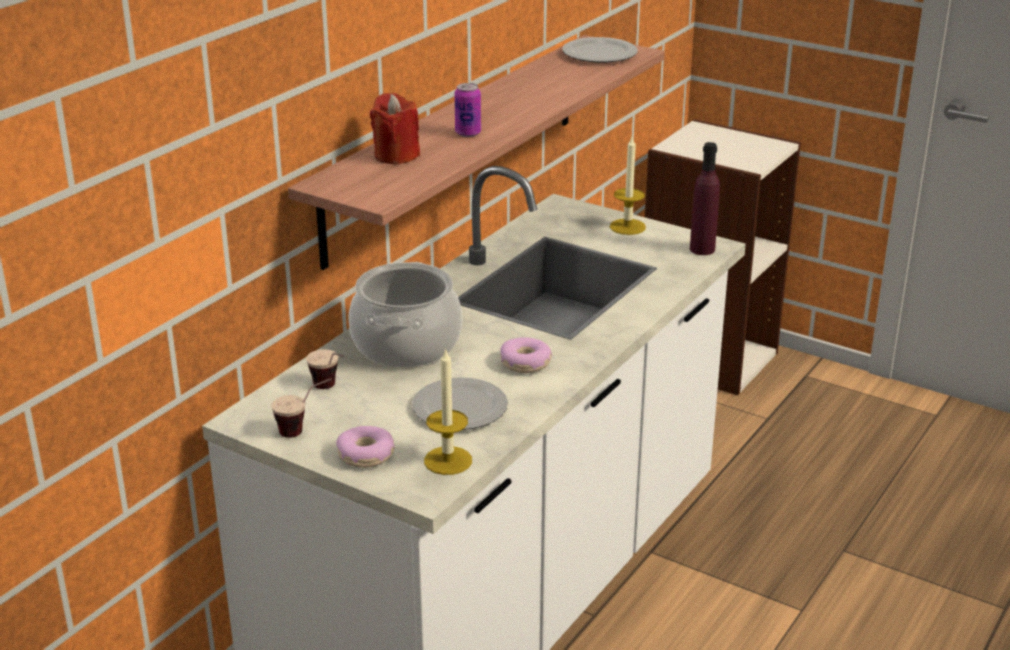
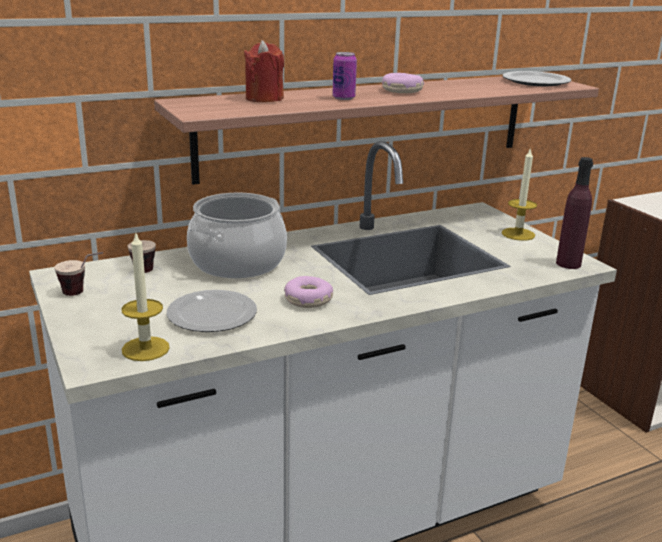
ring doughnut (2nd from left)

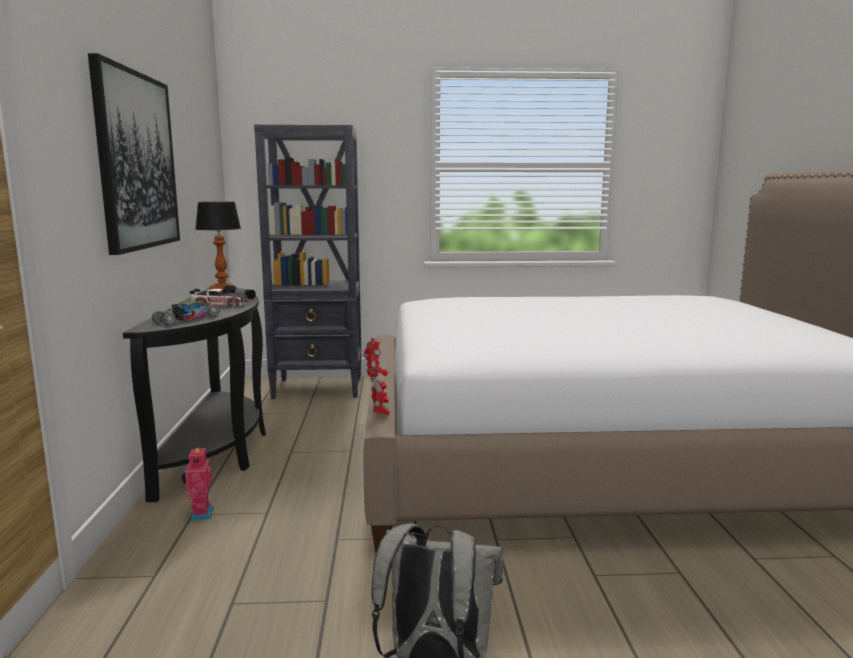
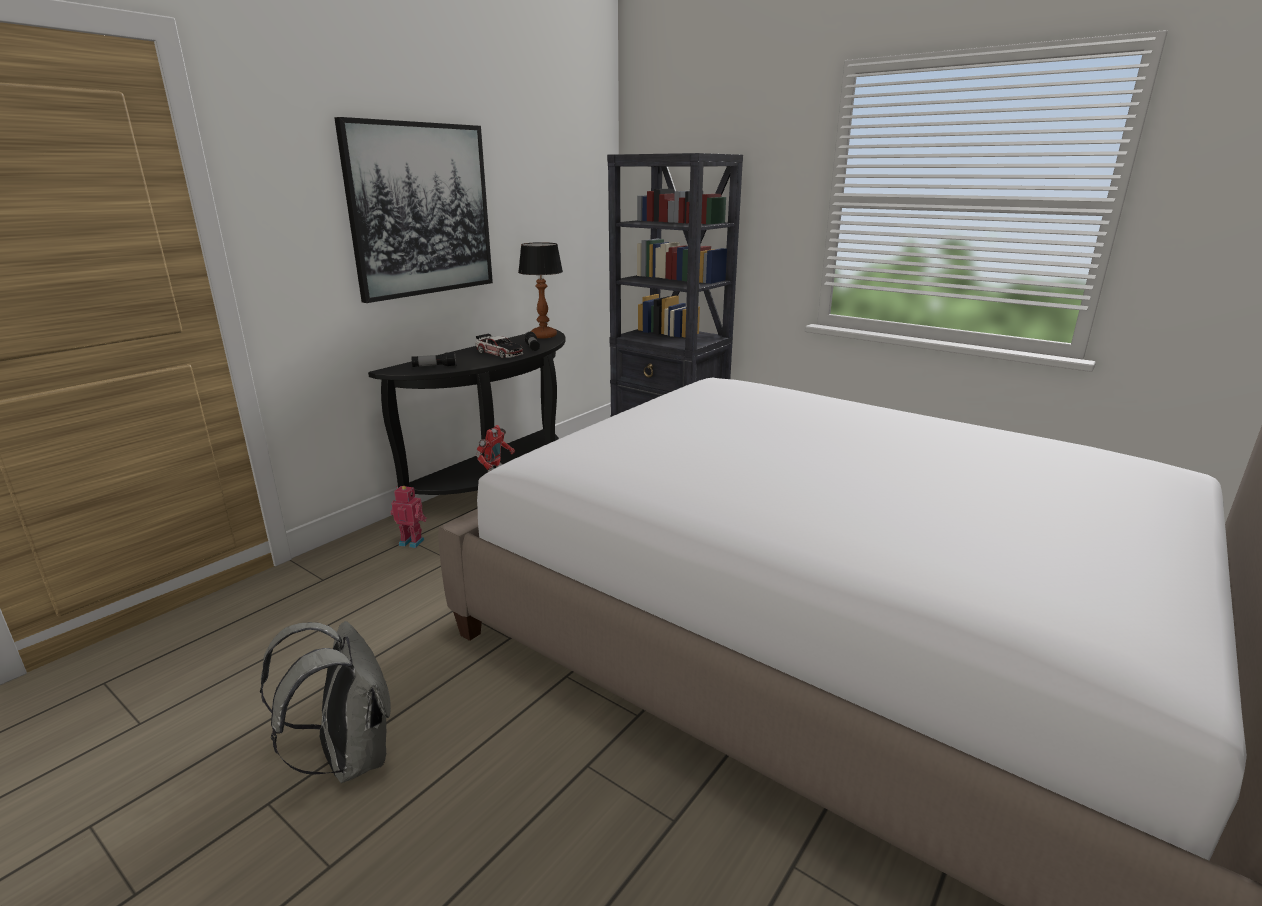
flashlight (1st from left); robot figure (1st from left)

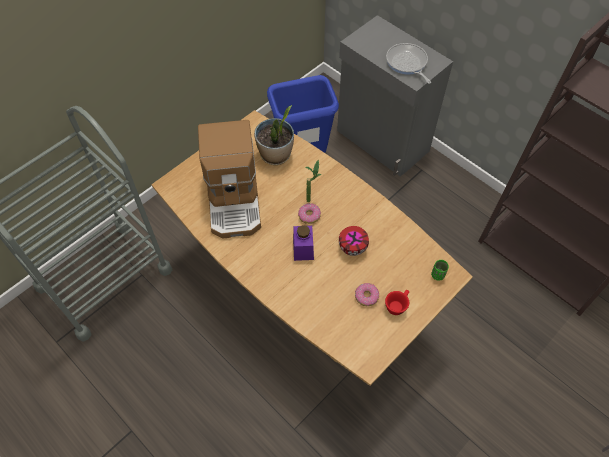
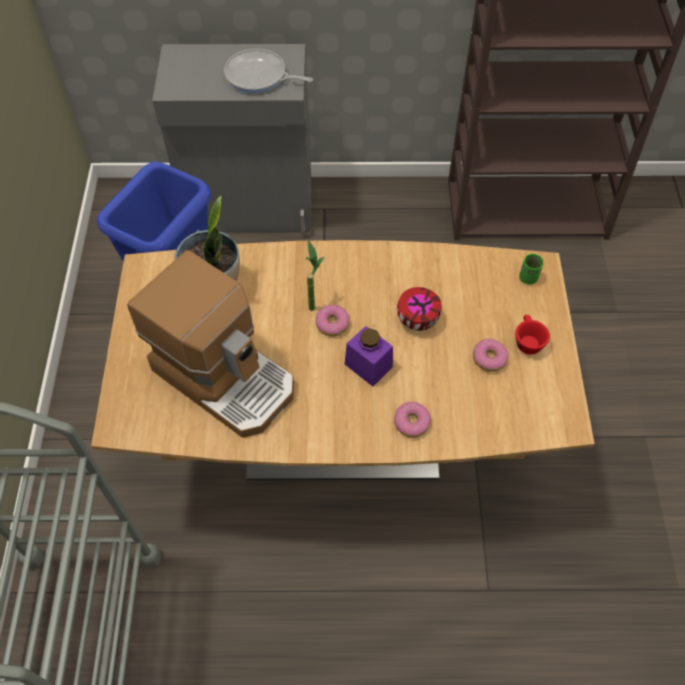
ring doughnut (2nd from left)

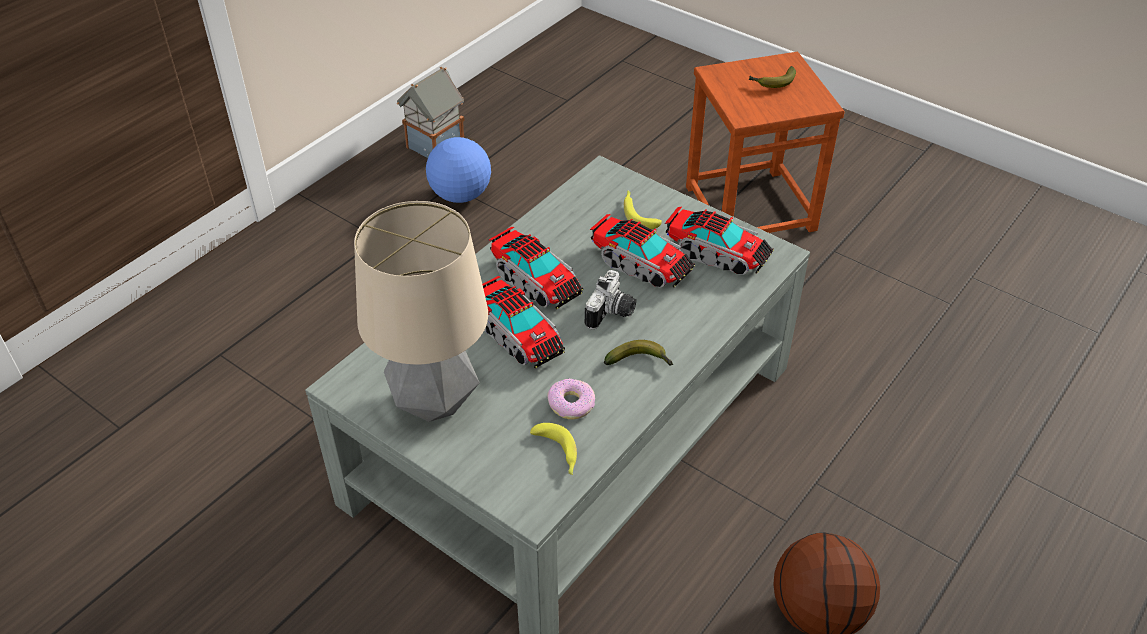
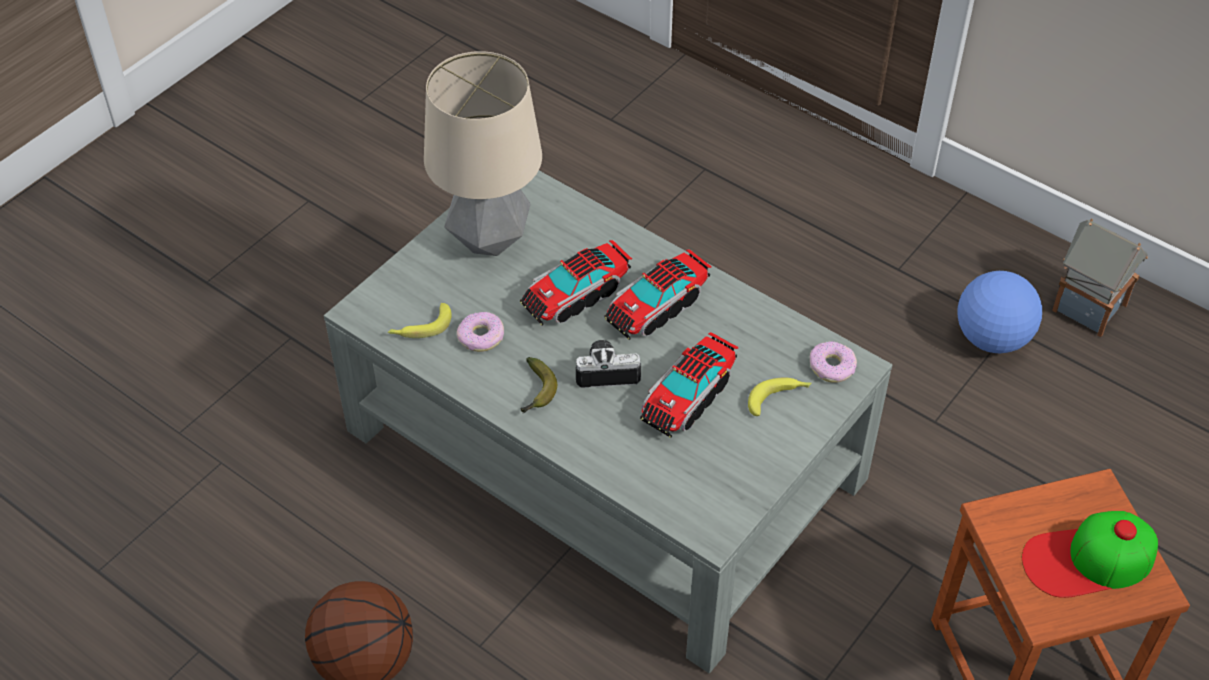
photo camera; toy lorry (4th from left in the first image); cap; ring doughnut (2nd from left)

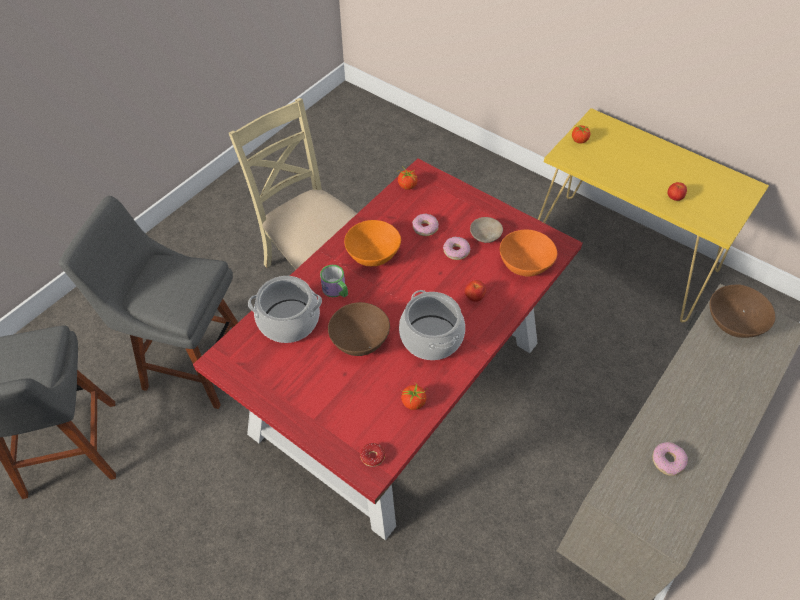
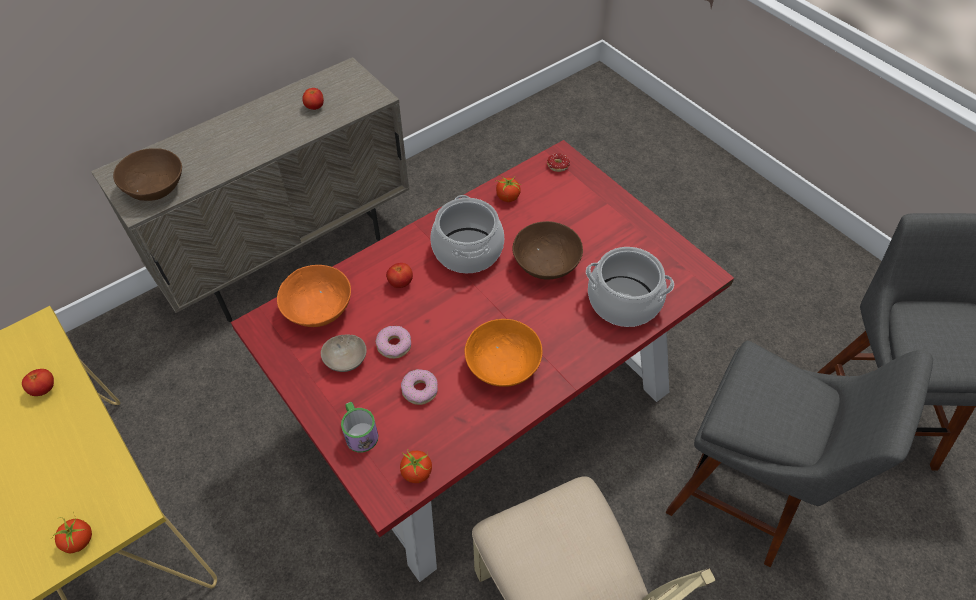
coffee mug; whole tomato (3rd from left)

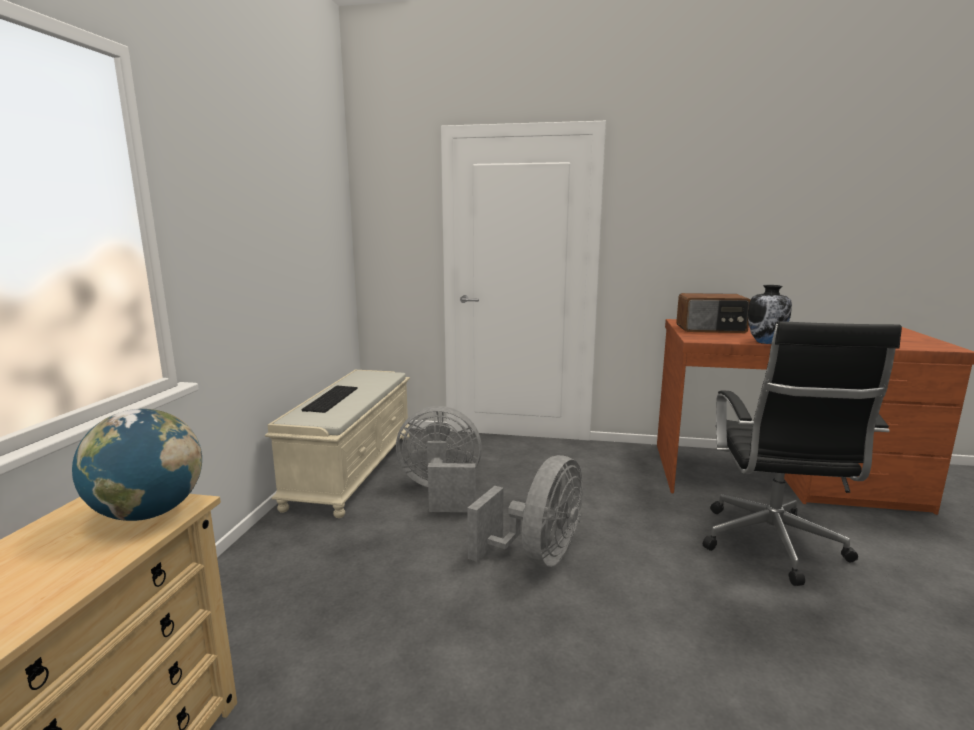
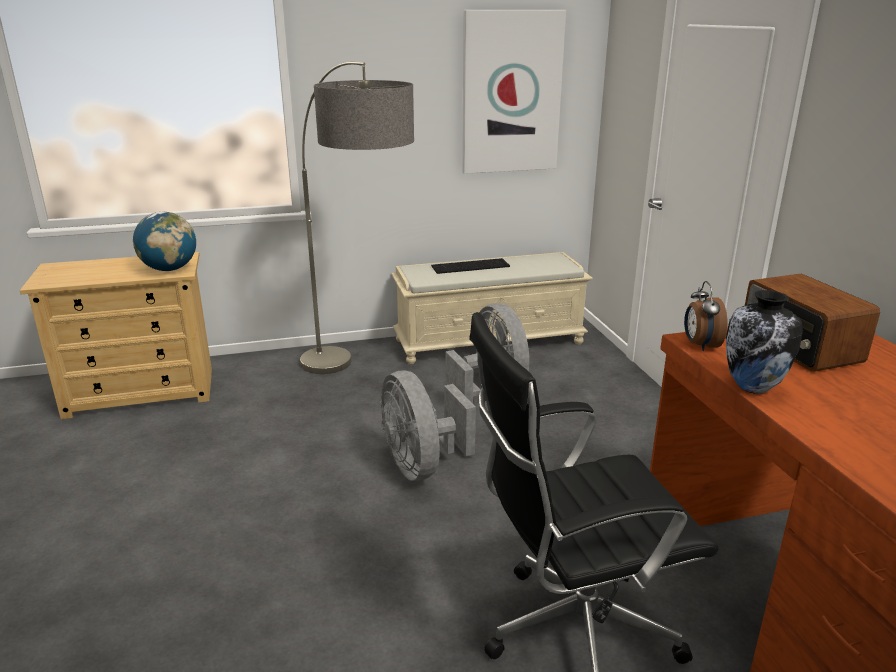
greyish cooling fan (1st from left); floor lamp; wall picture; alarm clock

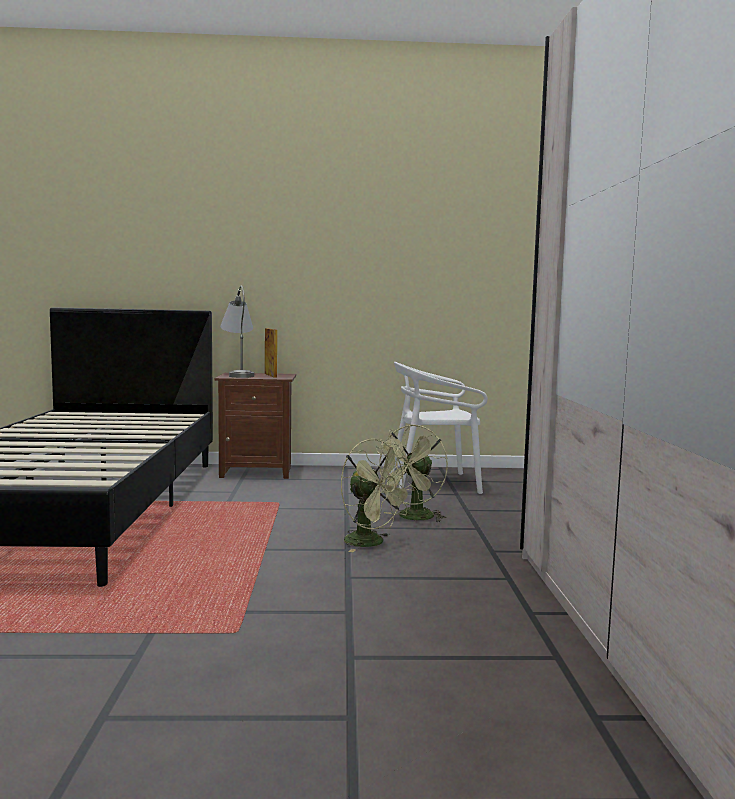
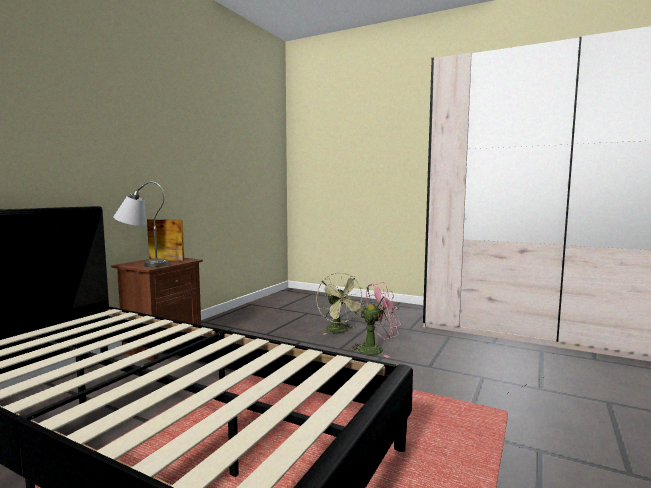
pink-coloured cooling fan; whitish upright chair

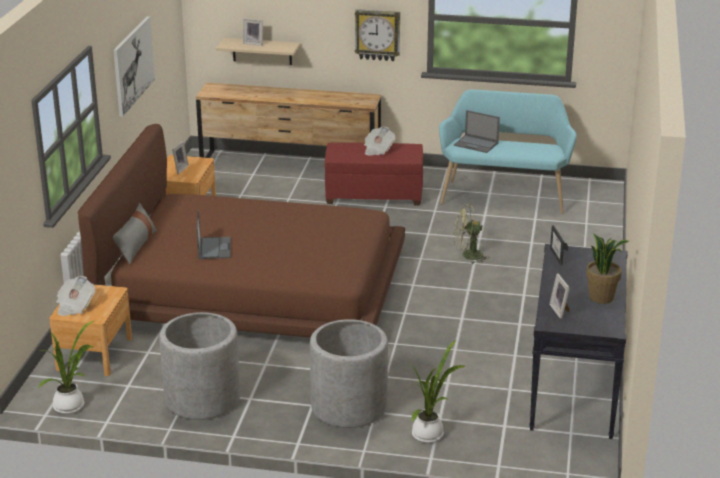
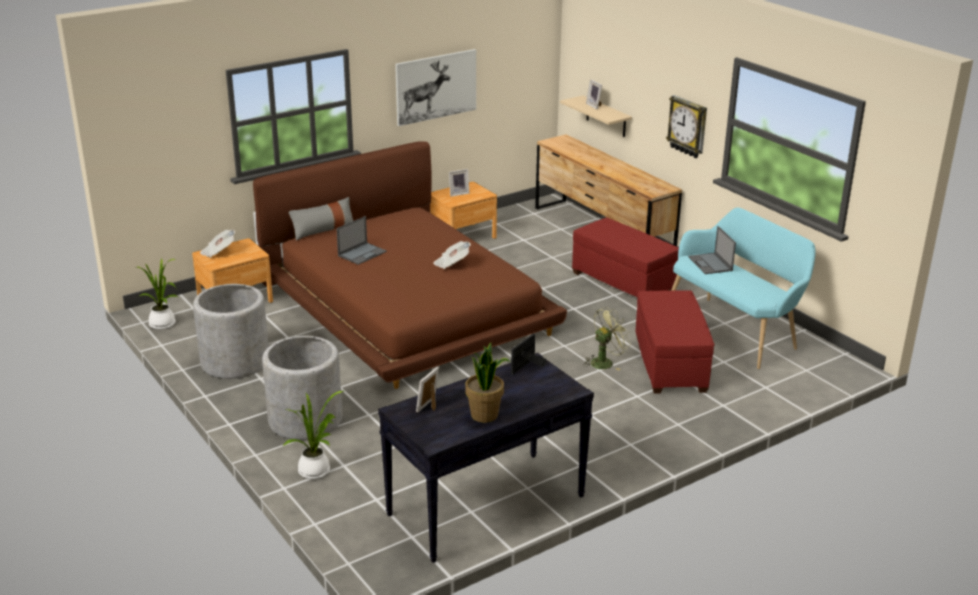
daily paper (2nd from left); greenish cooling fan; red ottoman (2nd from left)

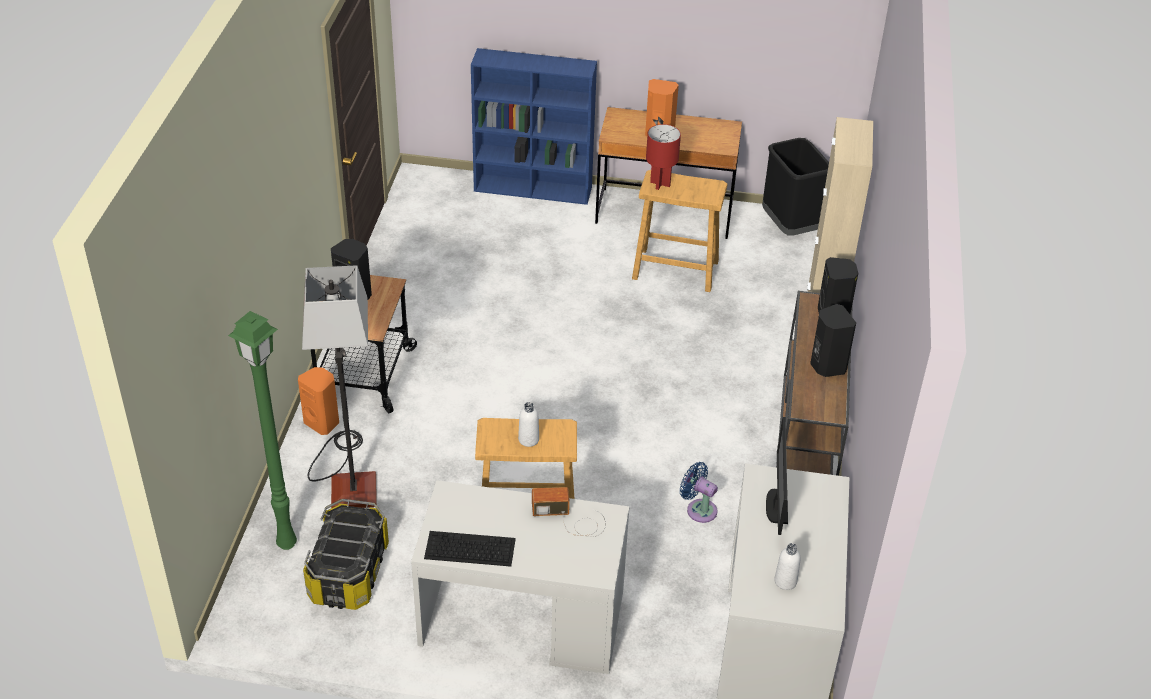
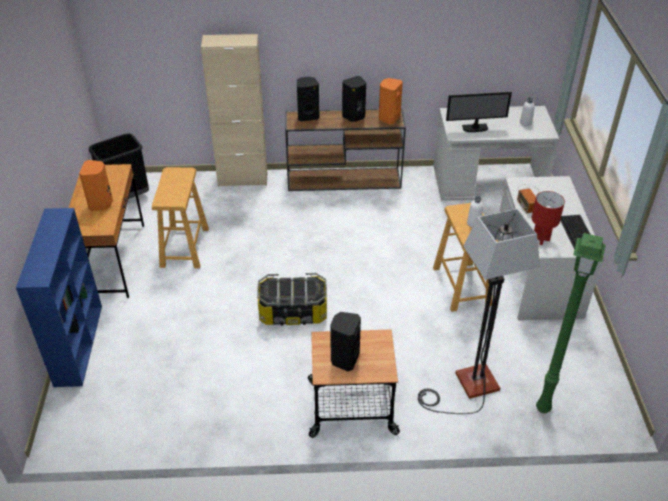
orangey speaker (2nd from left); storage container; red table lamp; blue-coloured cooling fan

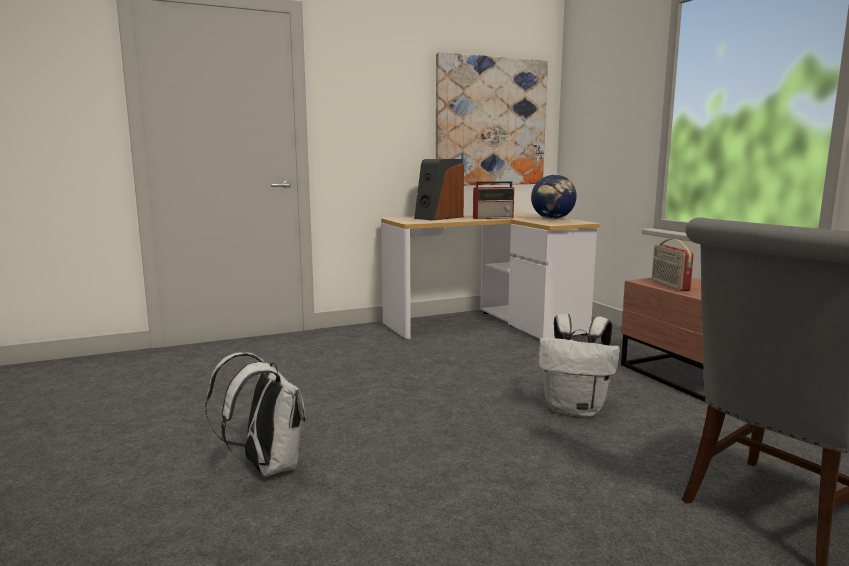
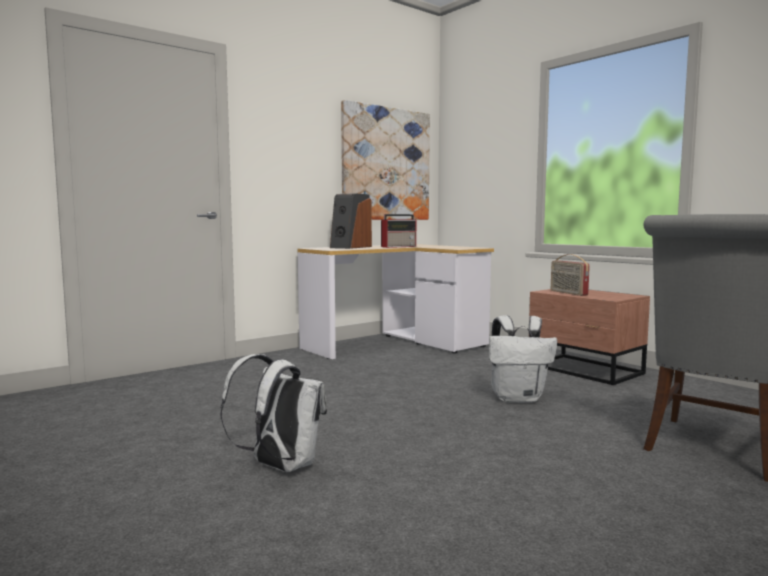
world globe

